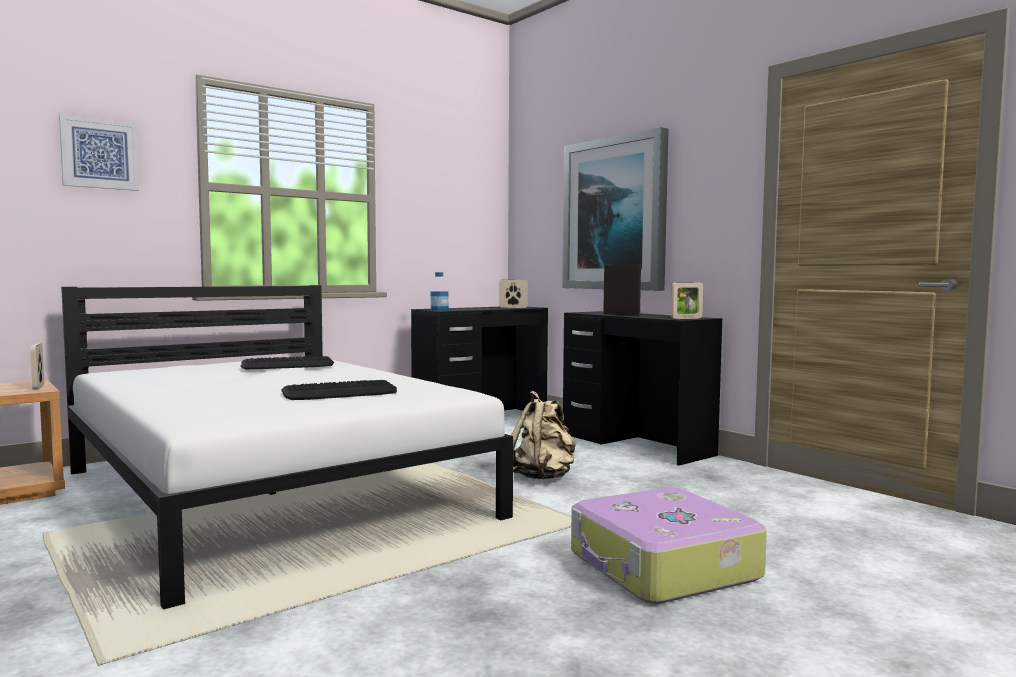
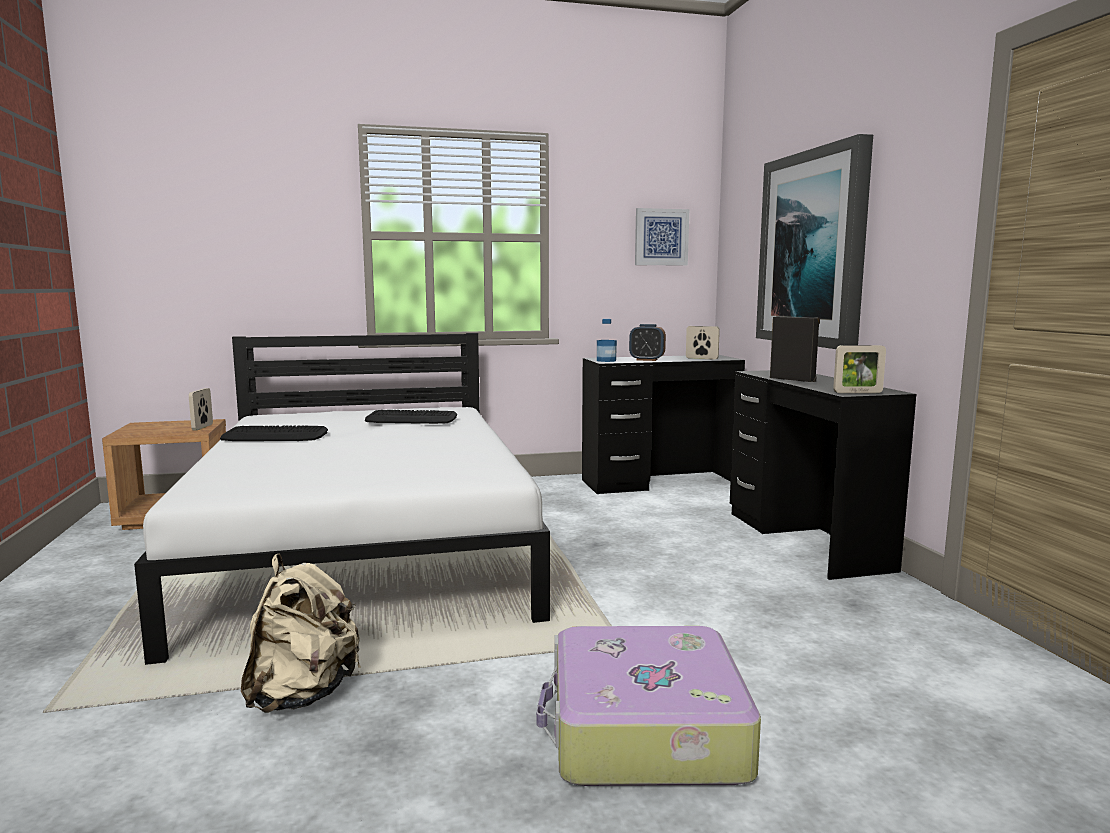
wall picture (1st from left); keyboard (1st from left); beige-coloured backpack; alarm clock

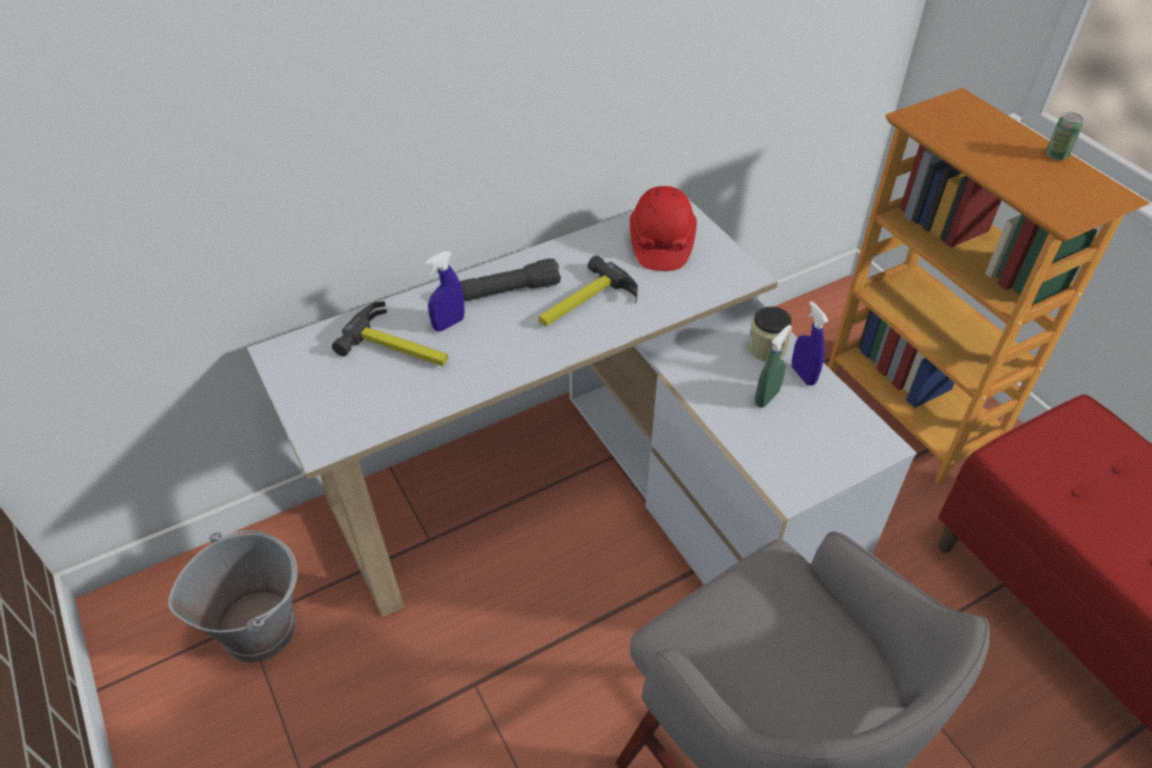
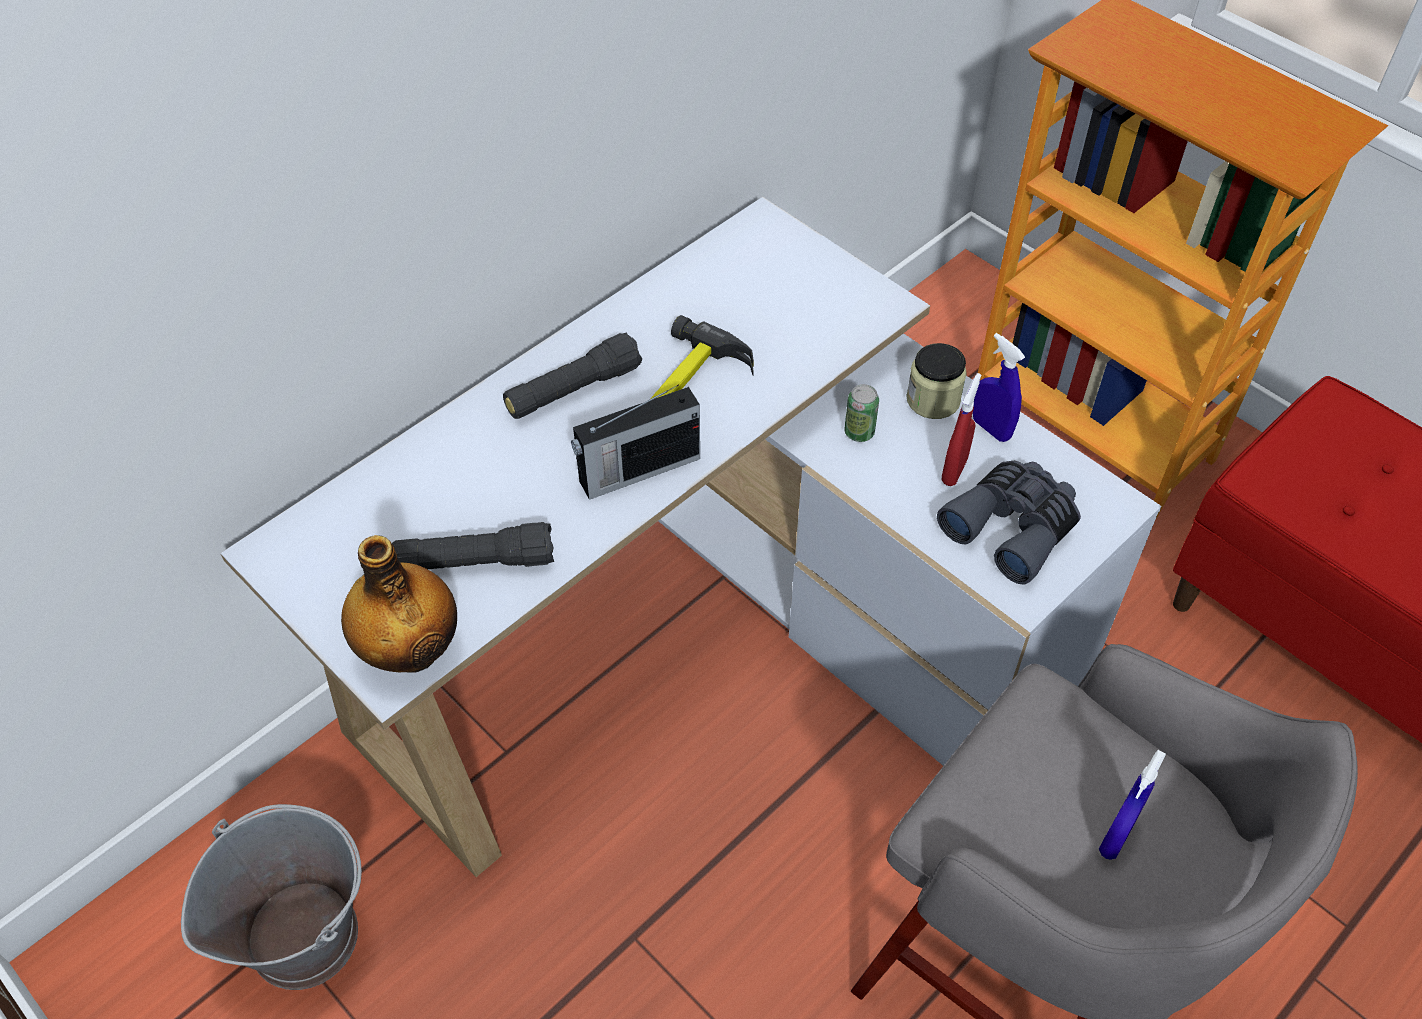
tool hammer (1st from left in the first image); blue-coloured hand sprayer (2nd from left); red work helmet; red hand sprayer; can; bottle; blackish flashlight (1st from left); radio receiver; greyish binoculars

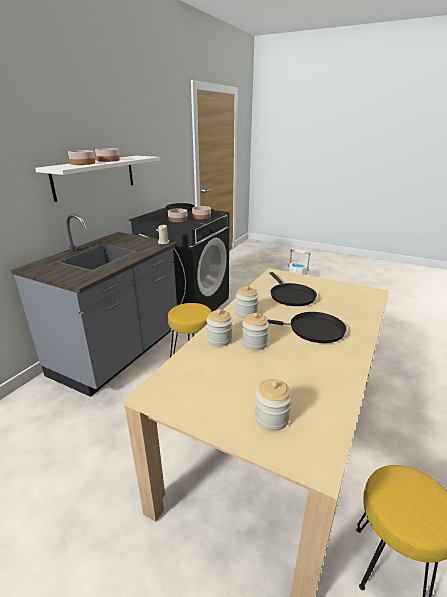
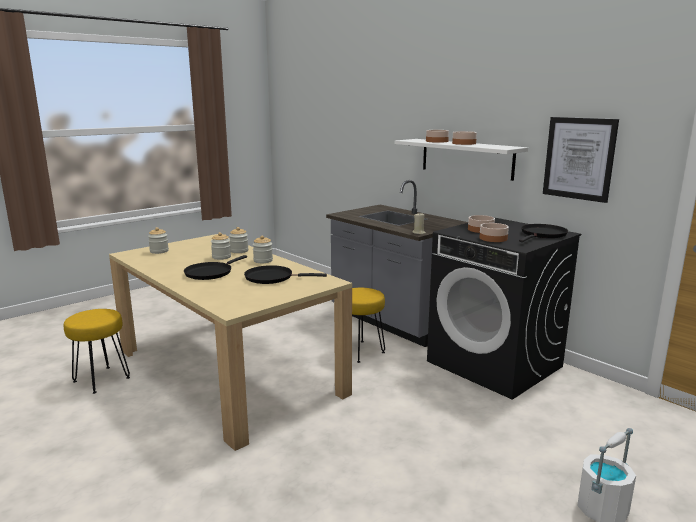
wall picture

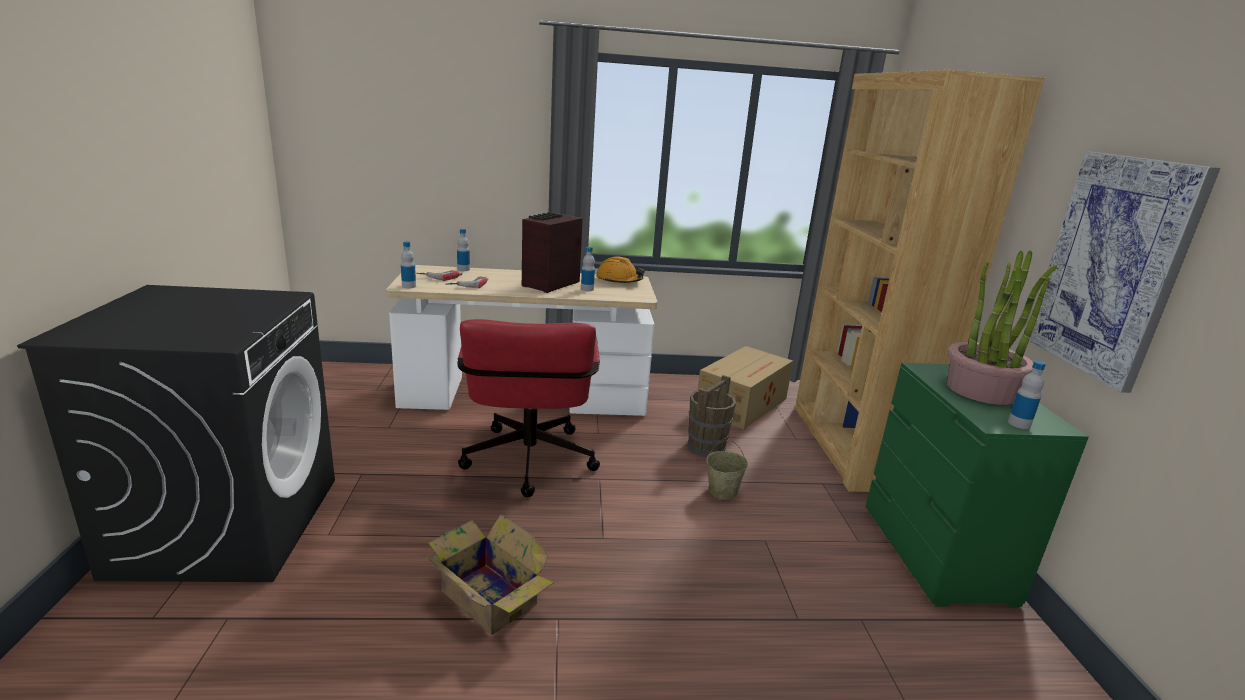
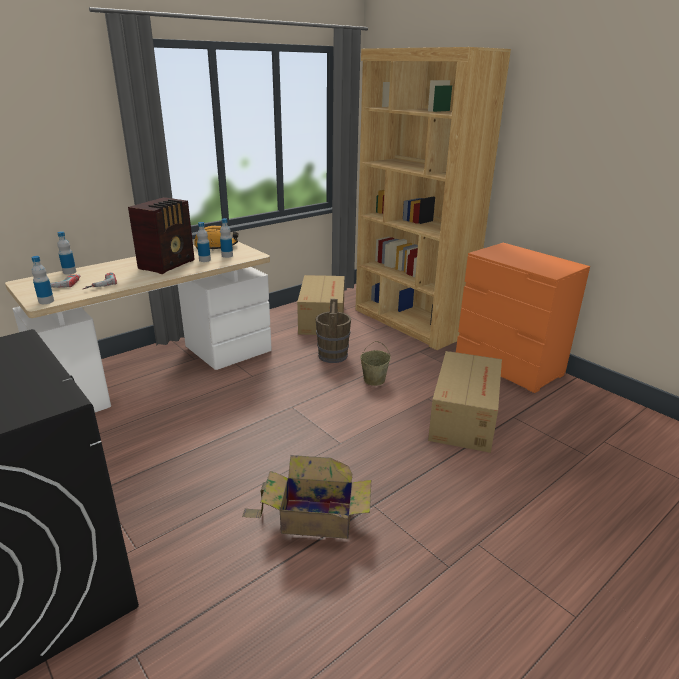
red office chair; radio receiver; orangey drawer chest; houseplant; bottle (4th from left); wall picture; packing box (3rd from left)

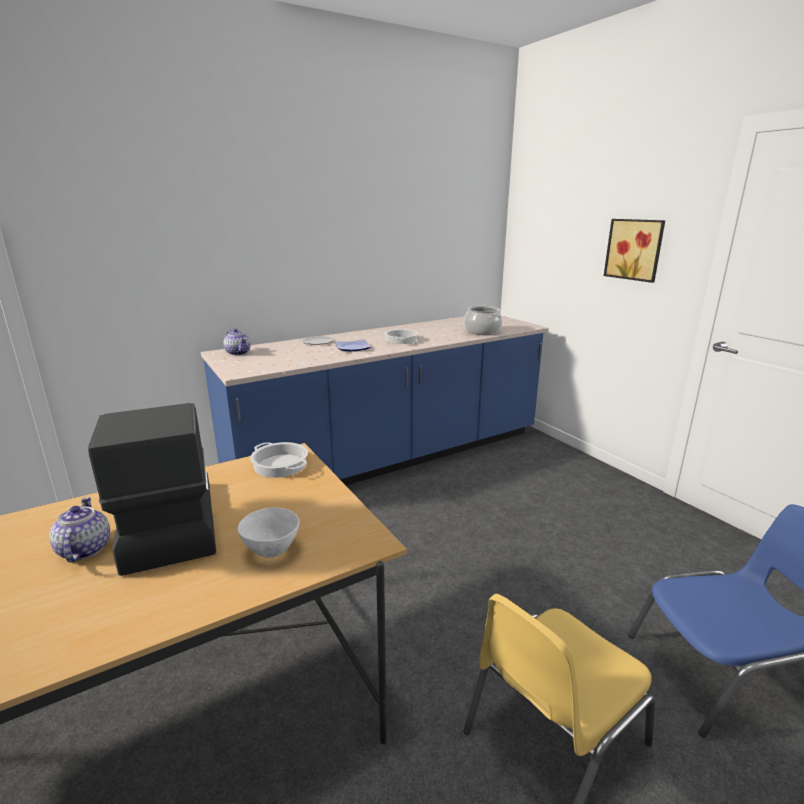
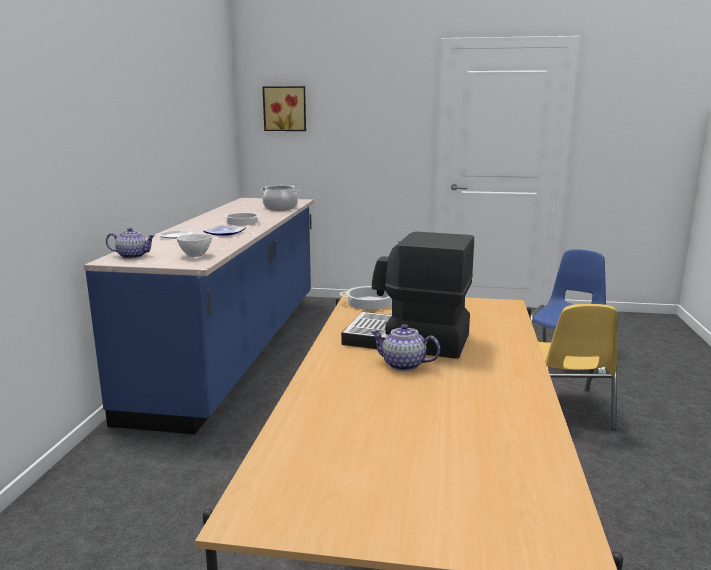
whitish bowl; wall picture

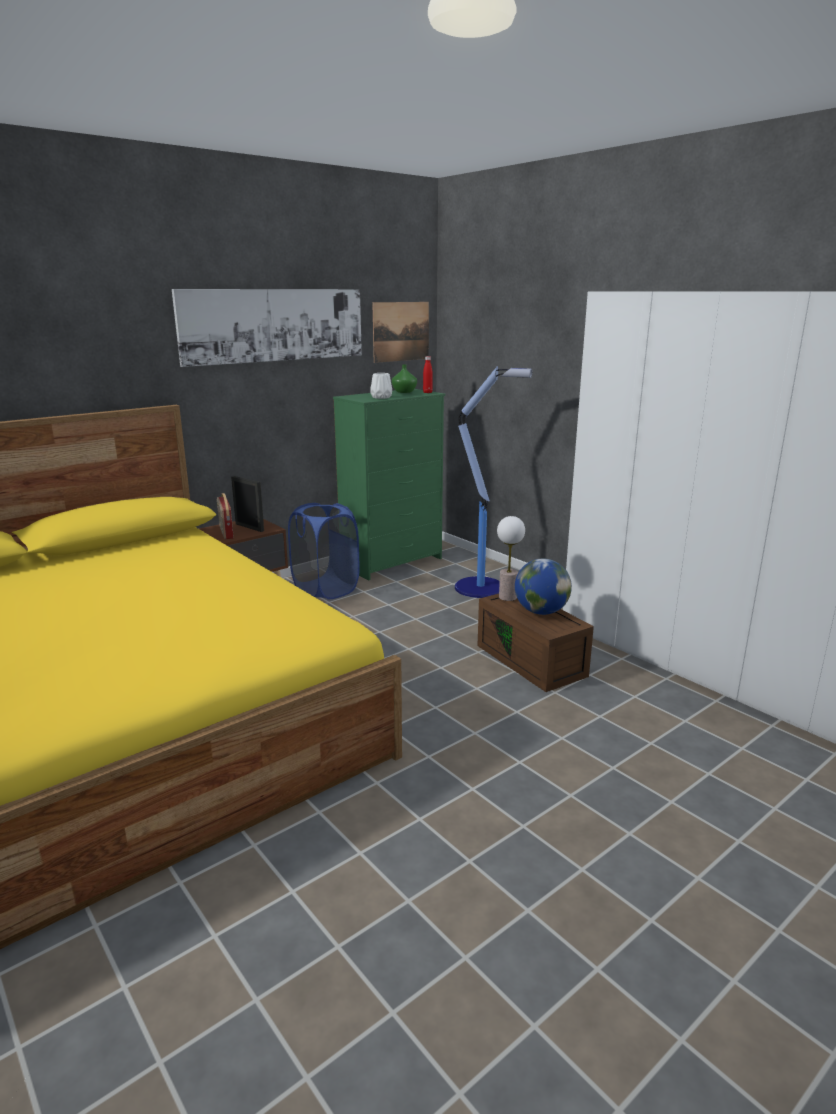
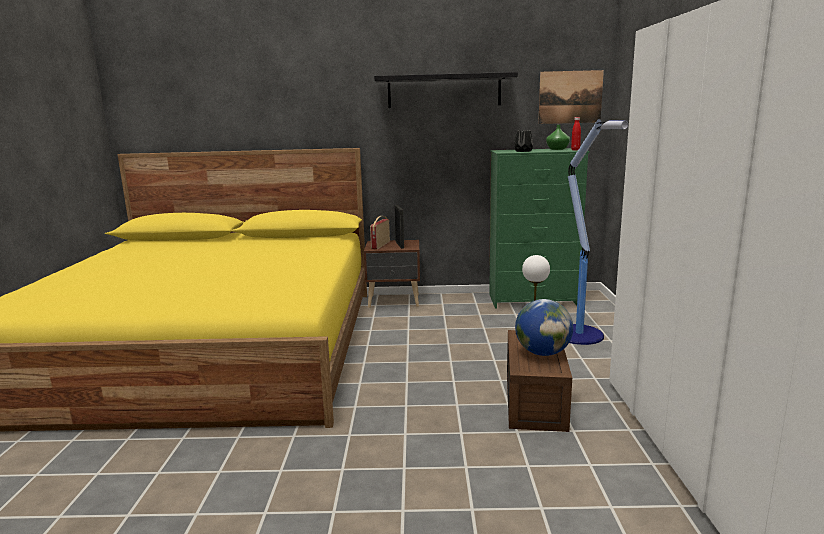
blackish wall shelf; blue-coloured washing basket; blackish vase

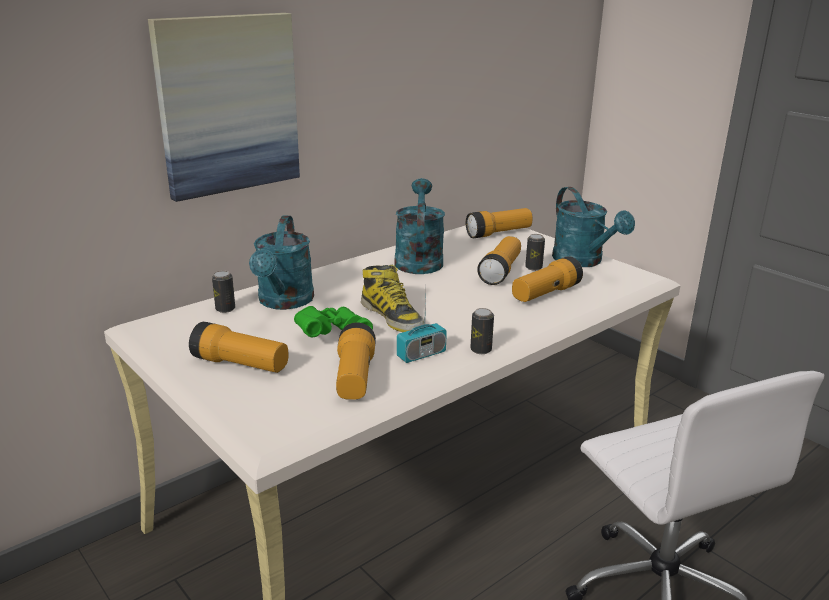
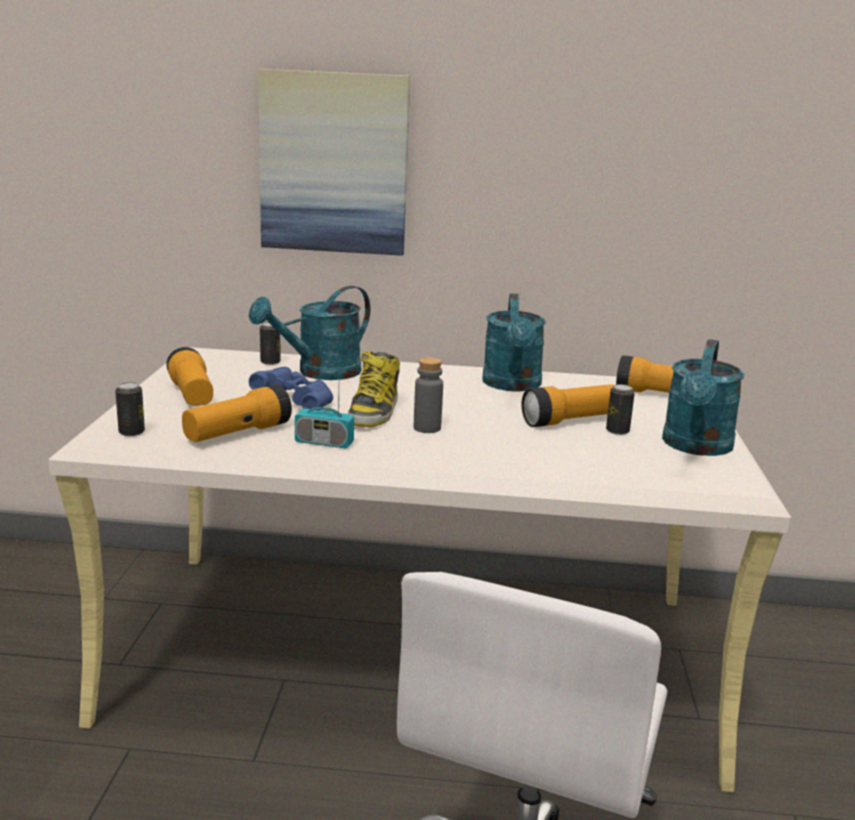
blue-coloured binoculars; blue-green sprinkling can (2nd from left); can (1st from left); flashlight (5th from left in the first image); greyish bottle

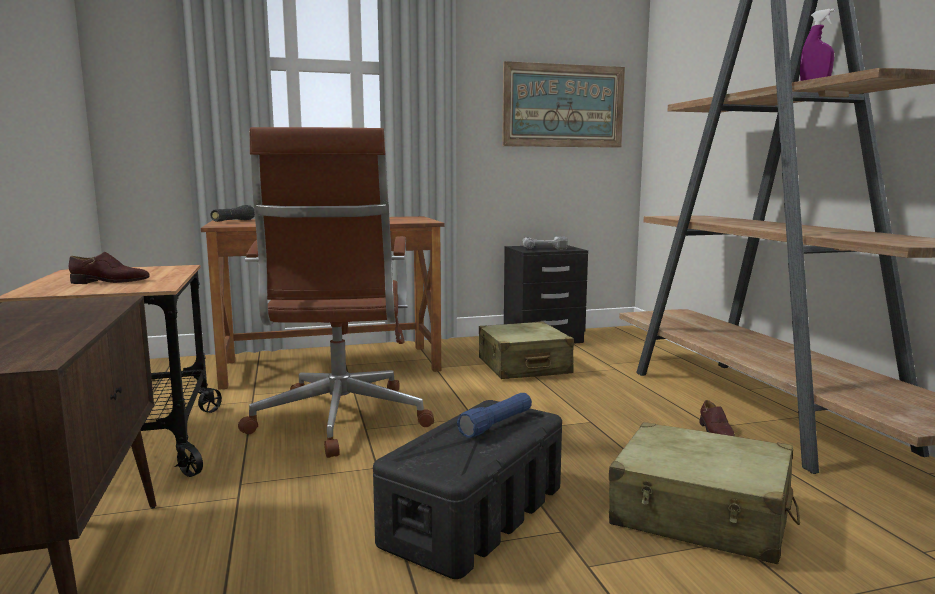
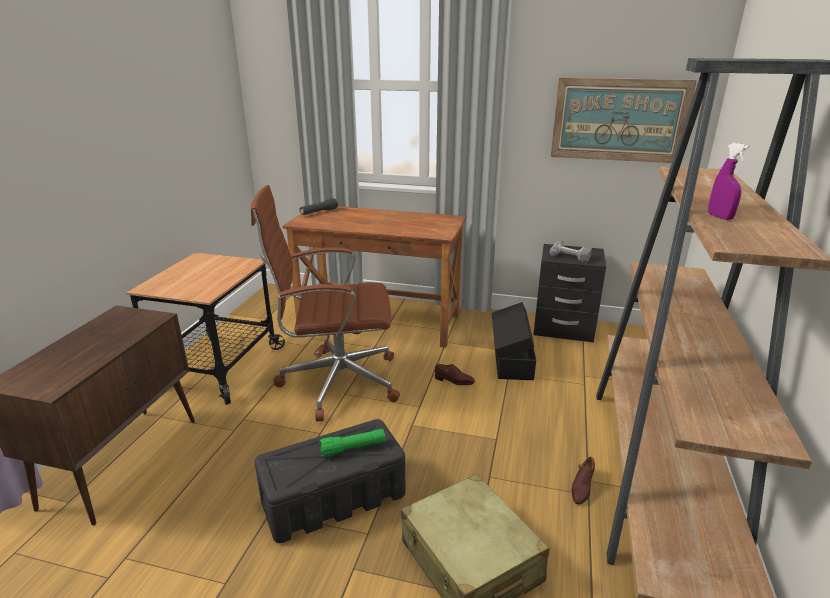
brownish low shoe (1st from left); brownish office chair; greenish flashlight; blackish storage container (2nd from left)

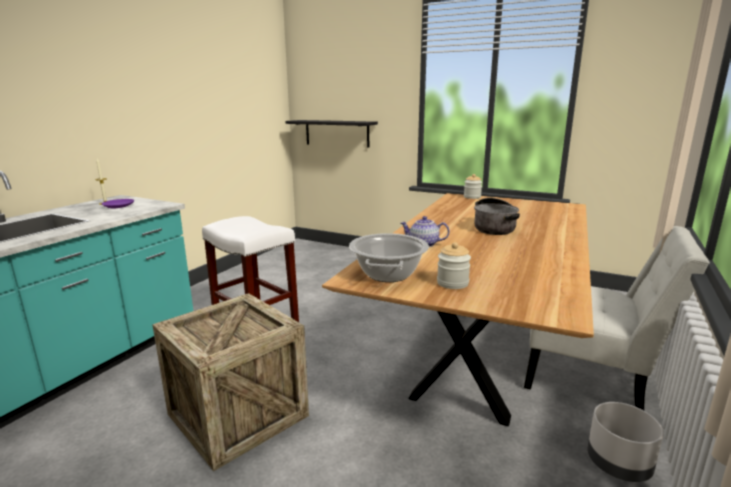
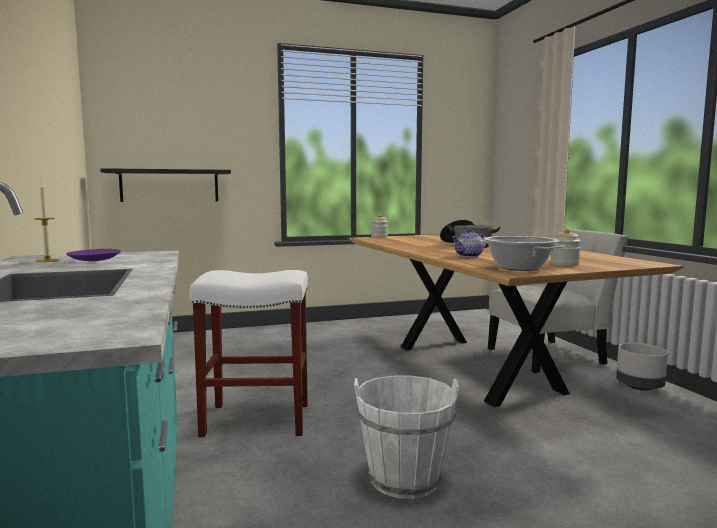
whitish pail

